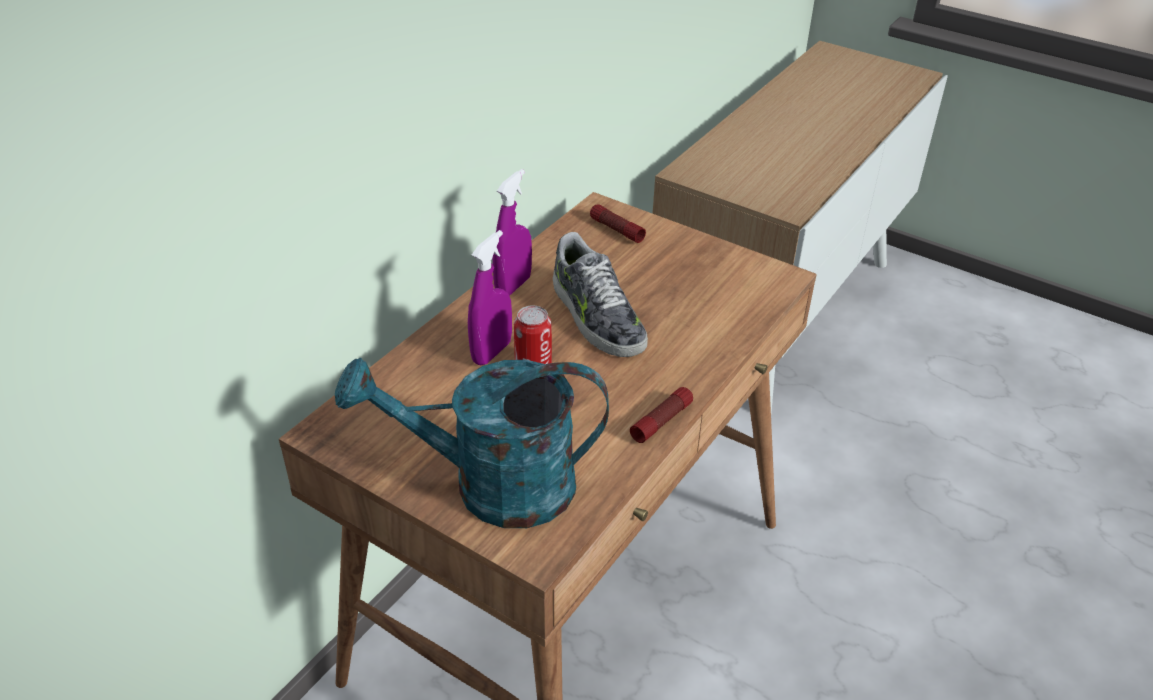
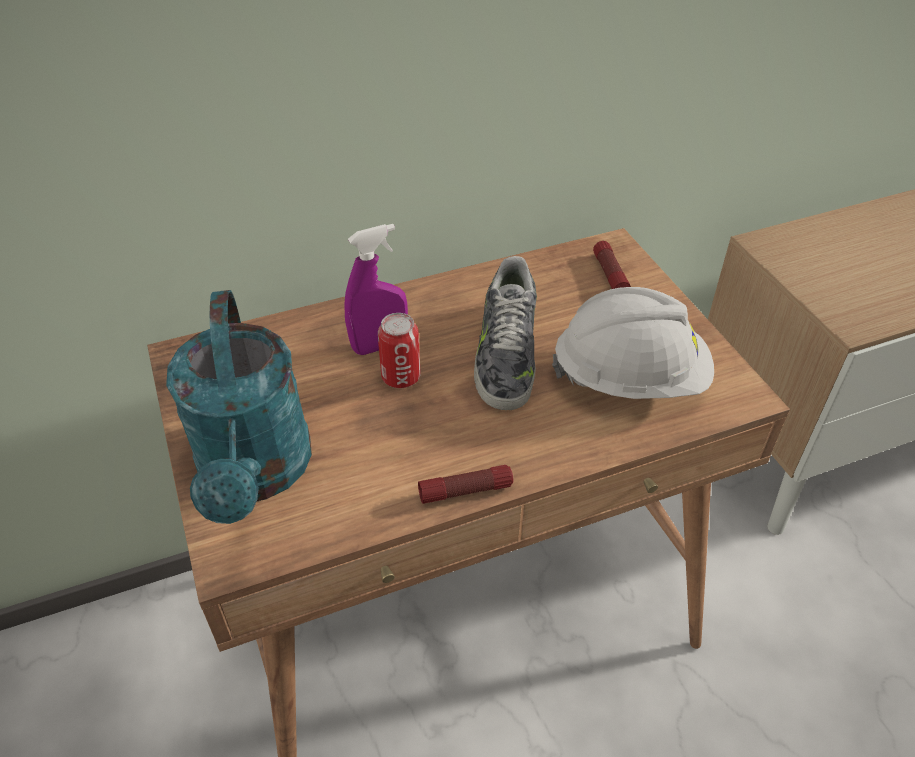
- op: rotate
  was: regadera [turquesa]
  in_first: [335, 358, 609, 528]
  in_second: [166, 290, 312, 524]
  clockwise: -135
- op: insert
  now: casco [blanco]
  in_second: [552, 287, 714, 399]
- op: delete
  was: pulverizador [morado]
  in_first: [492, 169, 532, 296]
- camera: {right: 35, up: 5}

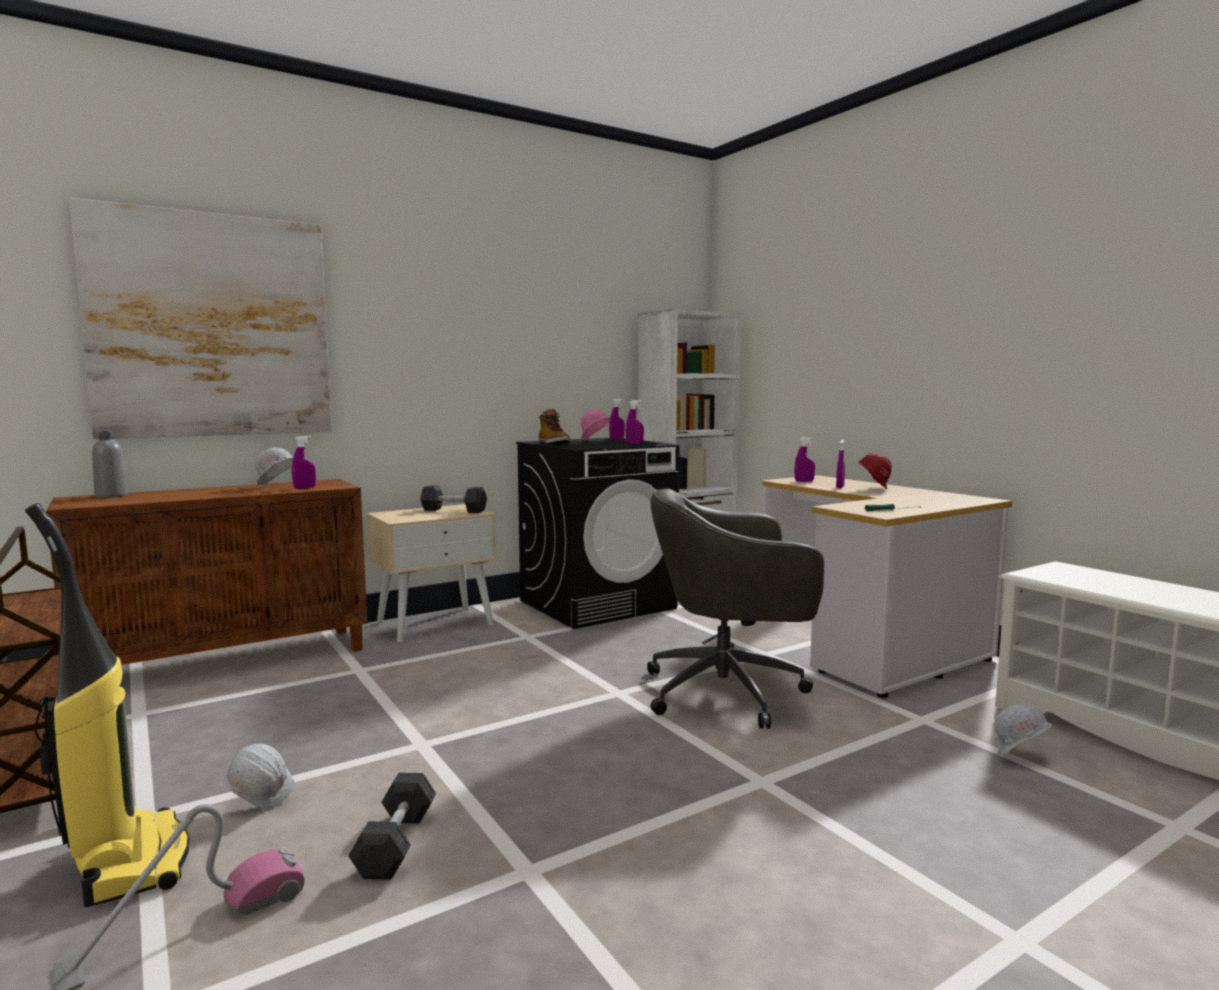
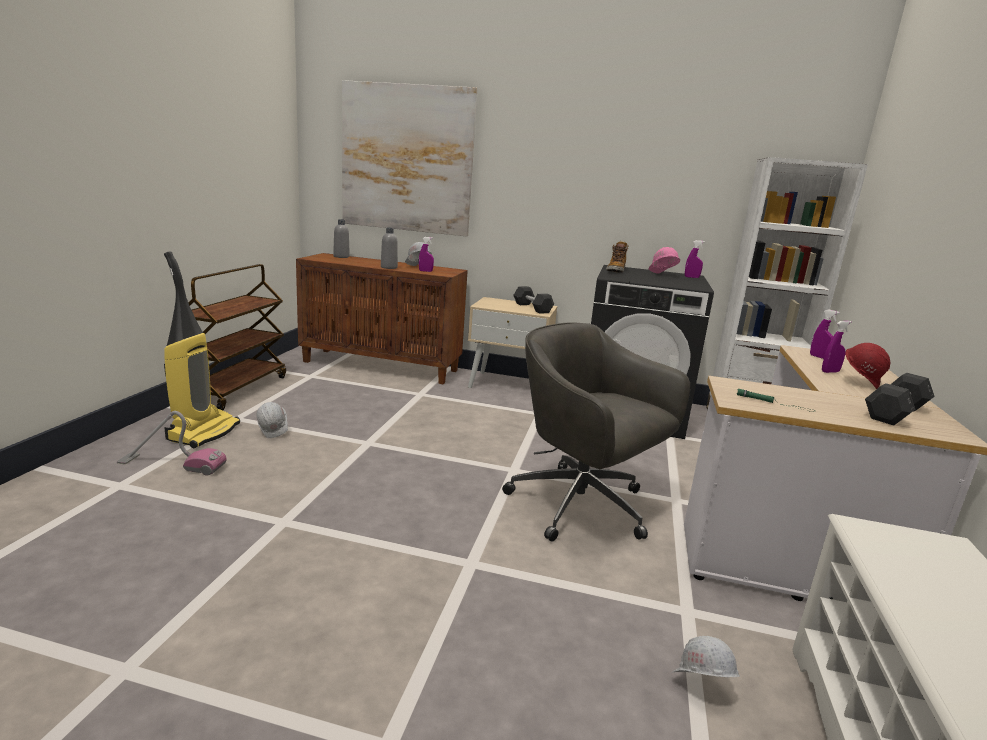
- op: insert
  now: botella [gris]
  in_second: [381, 228, 398, 269]
- op: move
  was: mancuerna [gris]
  in_first: [348, 773, 436, 880]
  in_second: [865, 373, 935, 426]
- op: delete
  was: pulverizador [morado]
  in_first: [626, 400, 644, 444]
- camera: {right: 45, up: 10}

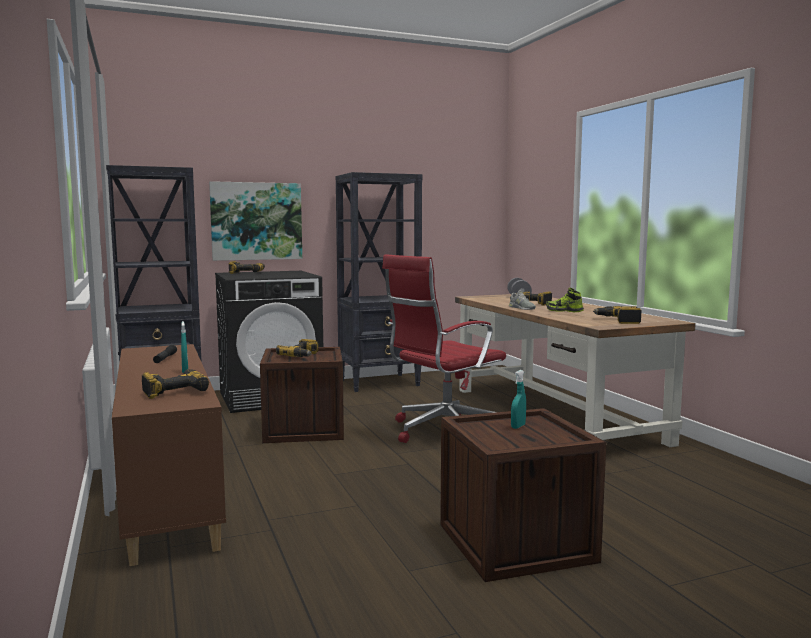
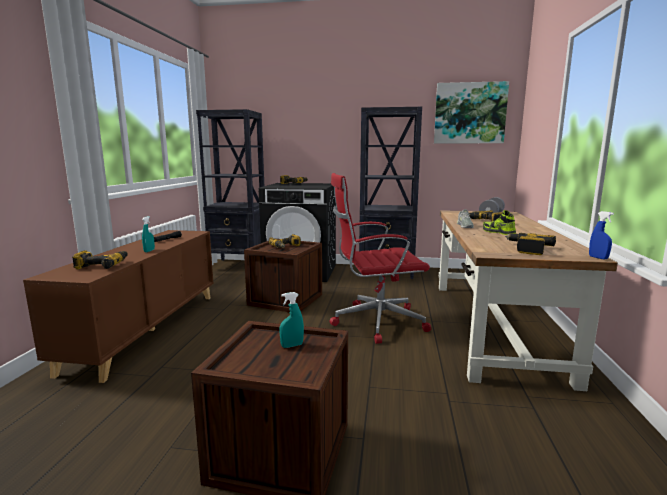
- op: move
  was: cuadro
  in_first: [209, 181, 302, 261]
  in_second: [434, 81, 509, 144]
- op: insert
  now: pulverizador [azul]
  in_second: [589, 211, 614, 259]
- camera: {right: 30, up: 5}

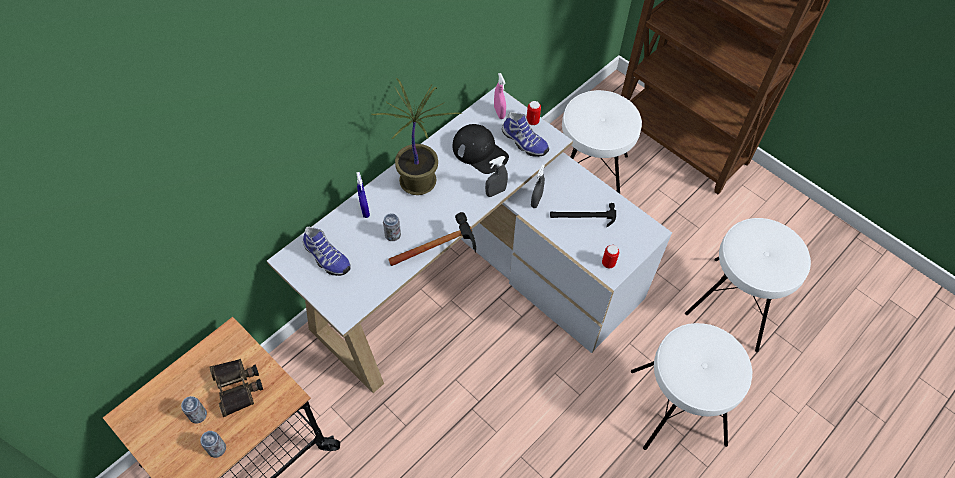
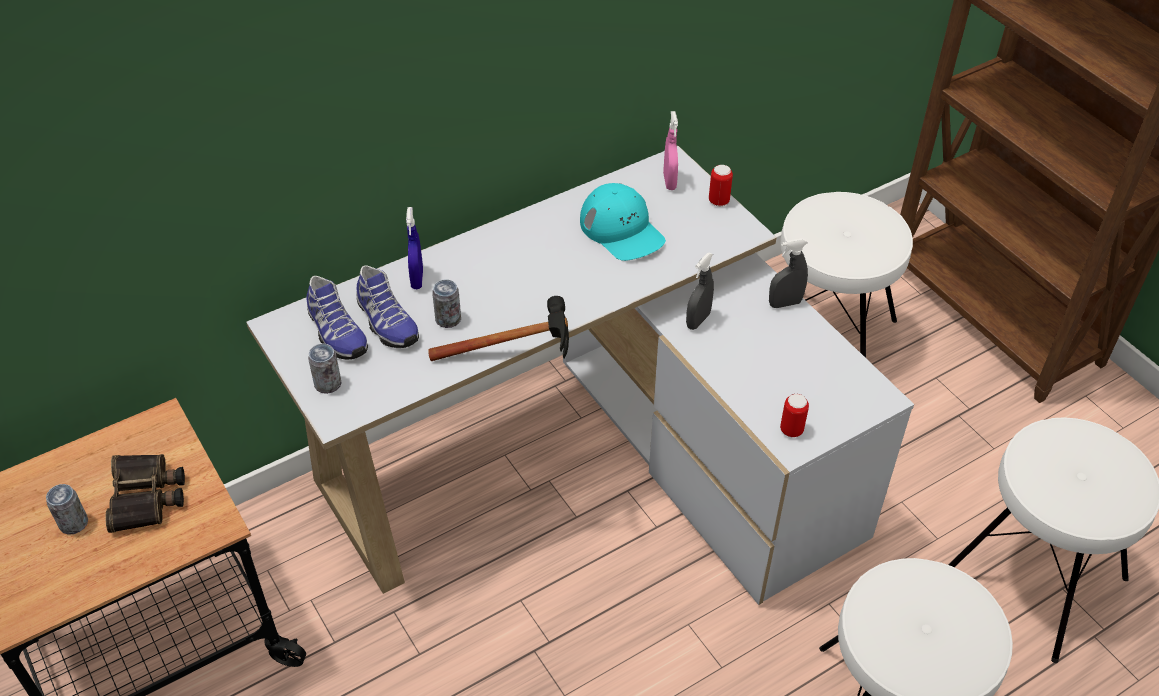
- op: move
  was: lata
  in_first: [200, 431, 226, 458]
  in_second: [308, 344, 342, 394]
- op: move
  was: zapato
  in_first: [502, 112, 549, 157]
  in_second: [356, 265, 419, 348]
- op: recolor
  was: gorra [negro]
  now: gorra [turquesa]
  in_first: [453, 124, 509, 174]
  in_second: [580, 183, 666, 261]
- op: move
  was: pulverizador [gris]
  in_first: [485, 156, 508, 197]
  in_second: [769, 238, 808, 308]
- op: delete
  was: planta en maceta
  in_first: [371, 78, 462, 195]
- op: delete
  was: martillo
  in_first: [550, 203, 616, 227]
- camera: {right: 15, up: -10}

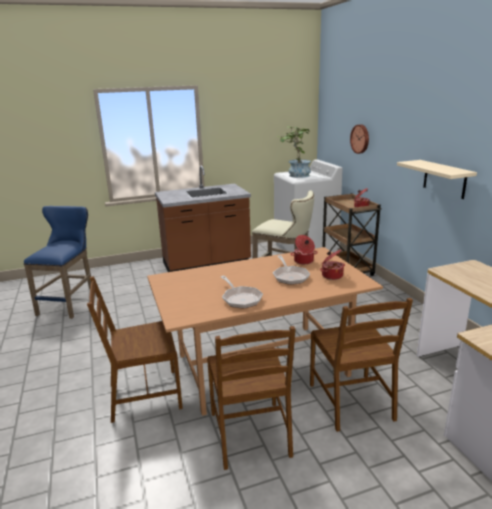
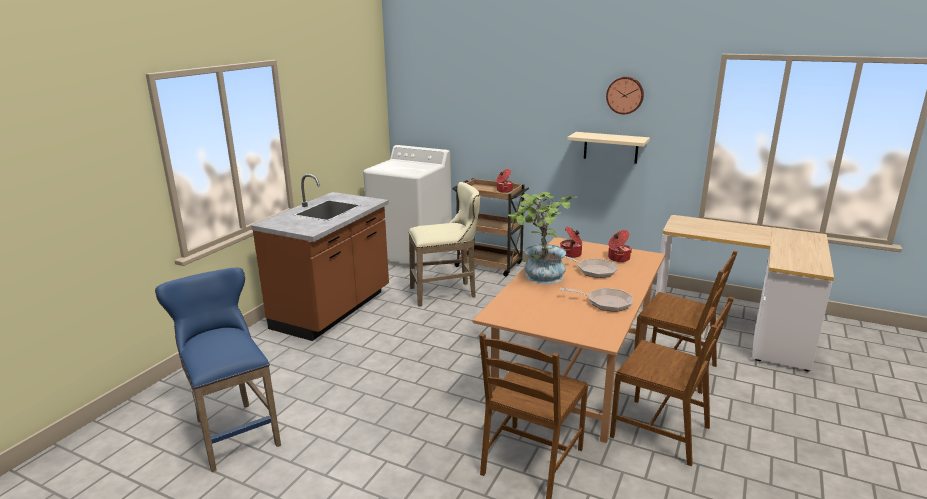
- op: move
  was: planta en maceta
  in_first: [277, 126, 311, 178]
  in_second: [508, 192, 578, 284]
- op: move
  was: reloj de pared
  in_first: [350, 124, 369, 154]
  in_second: [606, 77, 644, 114]
- camera: {right: -45, up: 0}

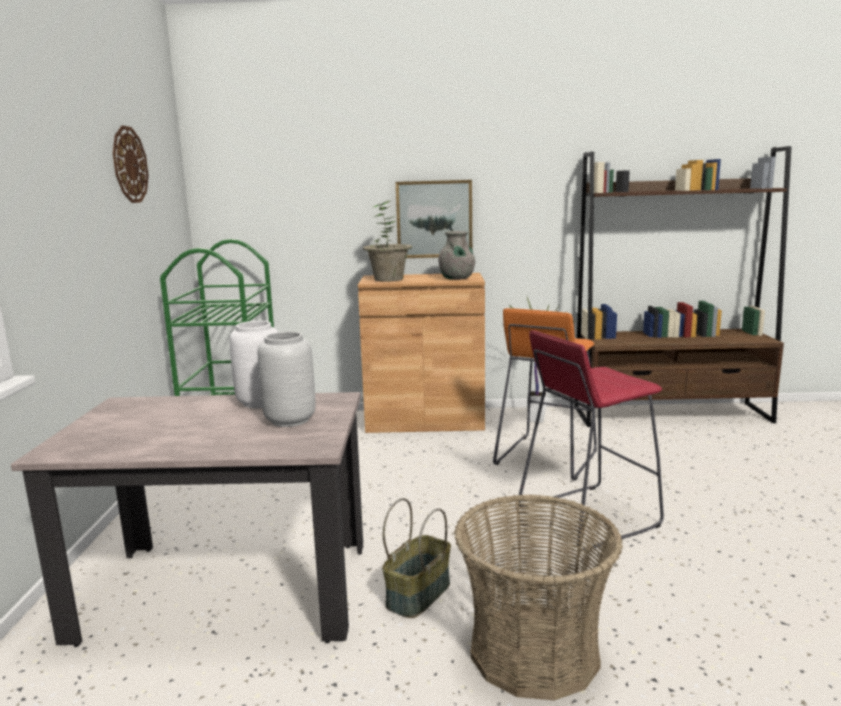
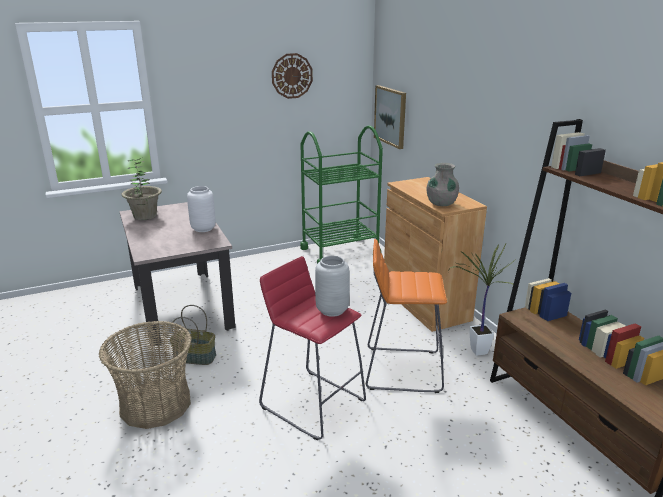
- op: move
  was: planta en maceta
  in_first: [363, 201, 412, 282]
  in_second: [121, 158, 162, 220]
- op: move
  was: florero [gris]
  in_first: [258, 332, 316, 427]
  in_second: [315, 256, 350, 317]
- op: move
  was: cuadro
  in_first: [396, 180, 472, 258]
  in_second: [374, 85, 406, 149]
- camera: {right: 65, up: 10}

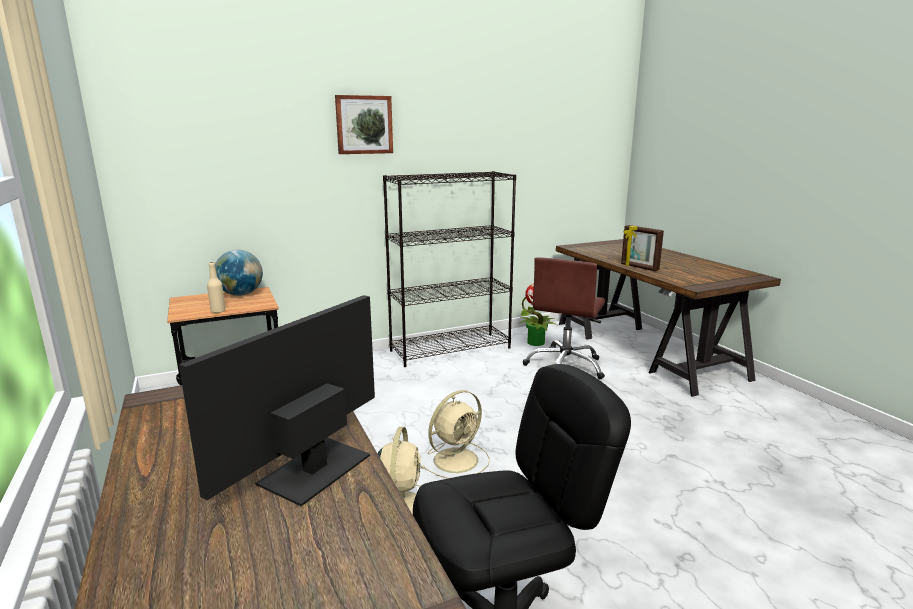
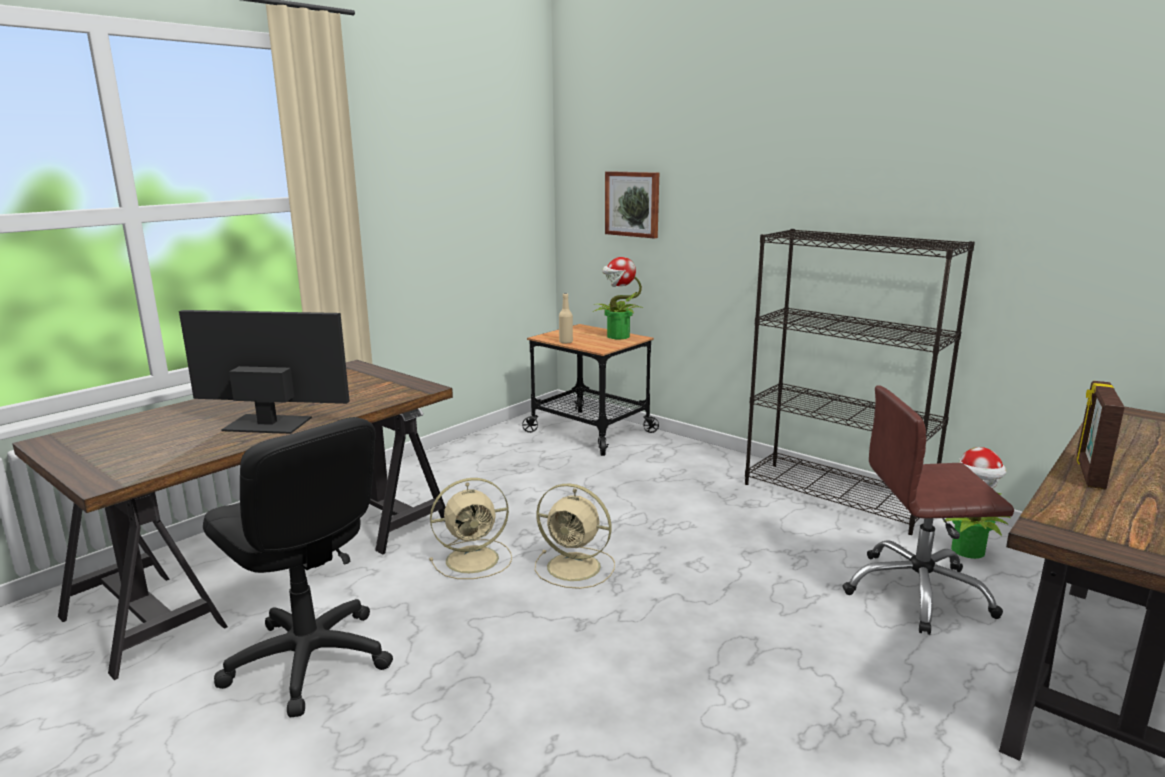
- op: replace
  was: globo terráqueo
  now: planta en maceta
  in_first: [215, 250, 263, 296]
  in_second: [592, 257, 643, 339]
- op: move
  was: cuadro
  in_first: [335, 95, 393, 154]
  in_second: [605, 171, 659, 238]
- camera: {right: 65, up: 0}

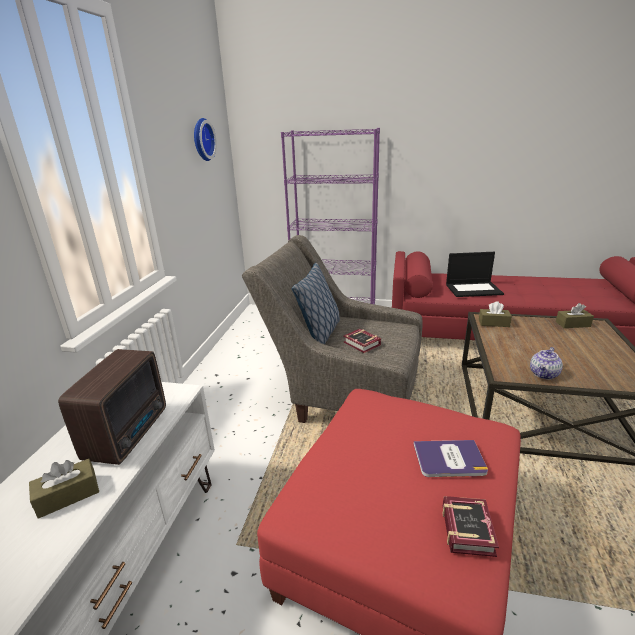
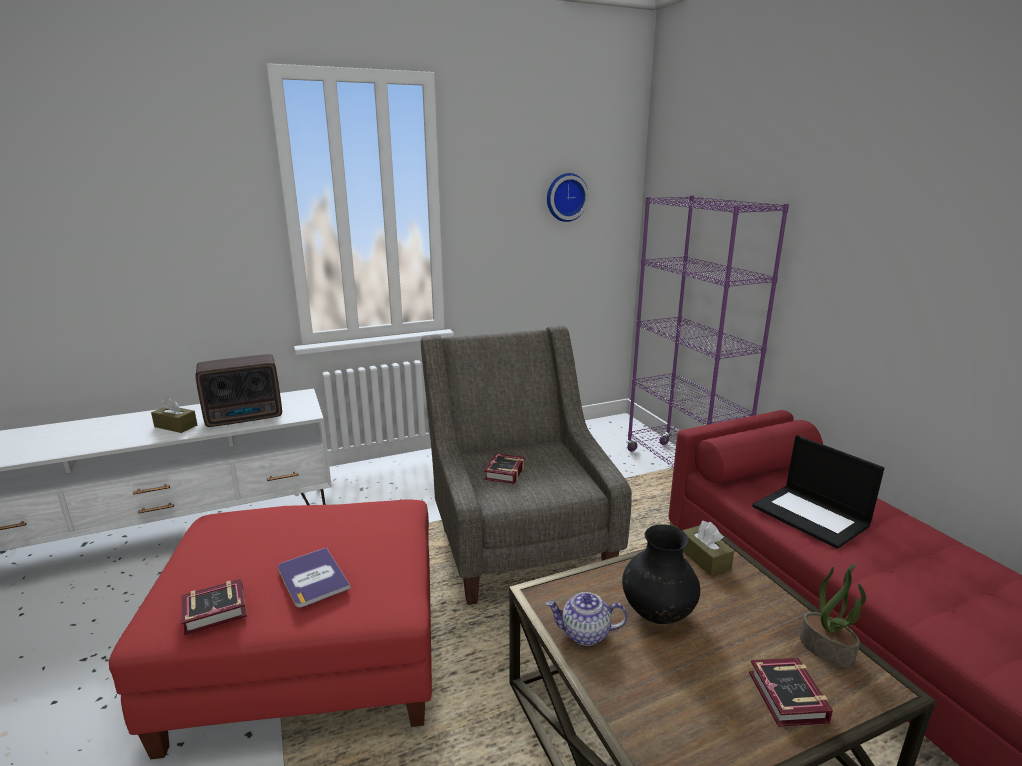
- op: insert
  now: florero [negro]
  in_second: [622, 524, 700, 624]
- op: insert
  now: libro
  in_second: [749, 658, 833, 727]
- op: replace
  was: caja de pañuelos [marrón]
  now: planta en maceta
  in_first: [556, 303, 594, 328]
  in_second: [800, 564, 866, 668]
- op: delete
  was: cojín
  in_first: [292, 263, 340, 344]
- camera: {right: 55, up: -5}

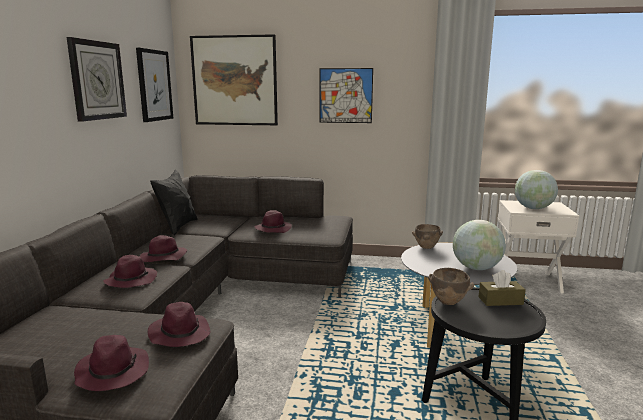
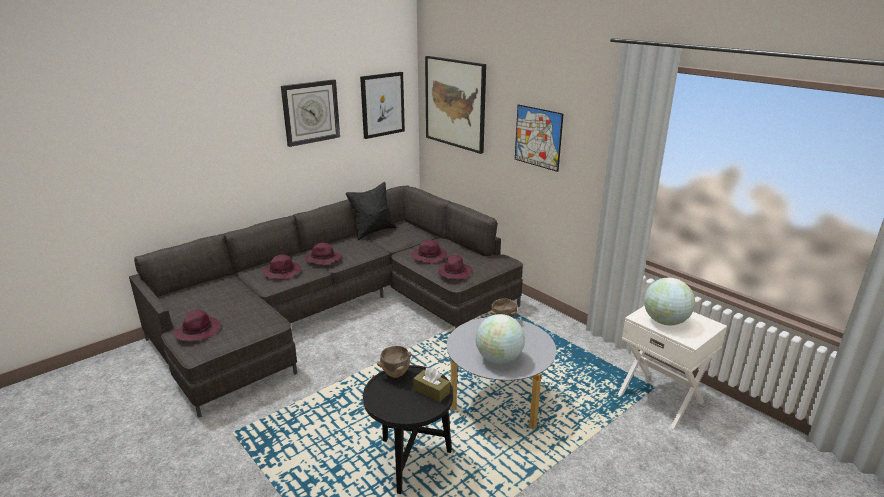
- op: move
  was: sombrero [morado]
  in_first: [147, 302, 211, 347]
  in_second: [438, 255, 471, 279]
- camera: {right: 40, up: 10}

